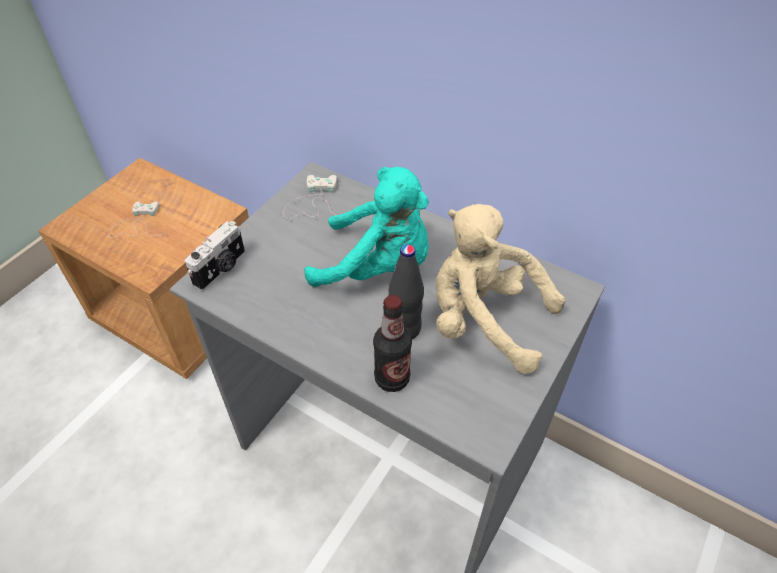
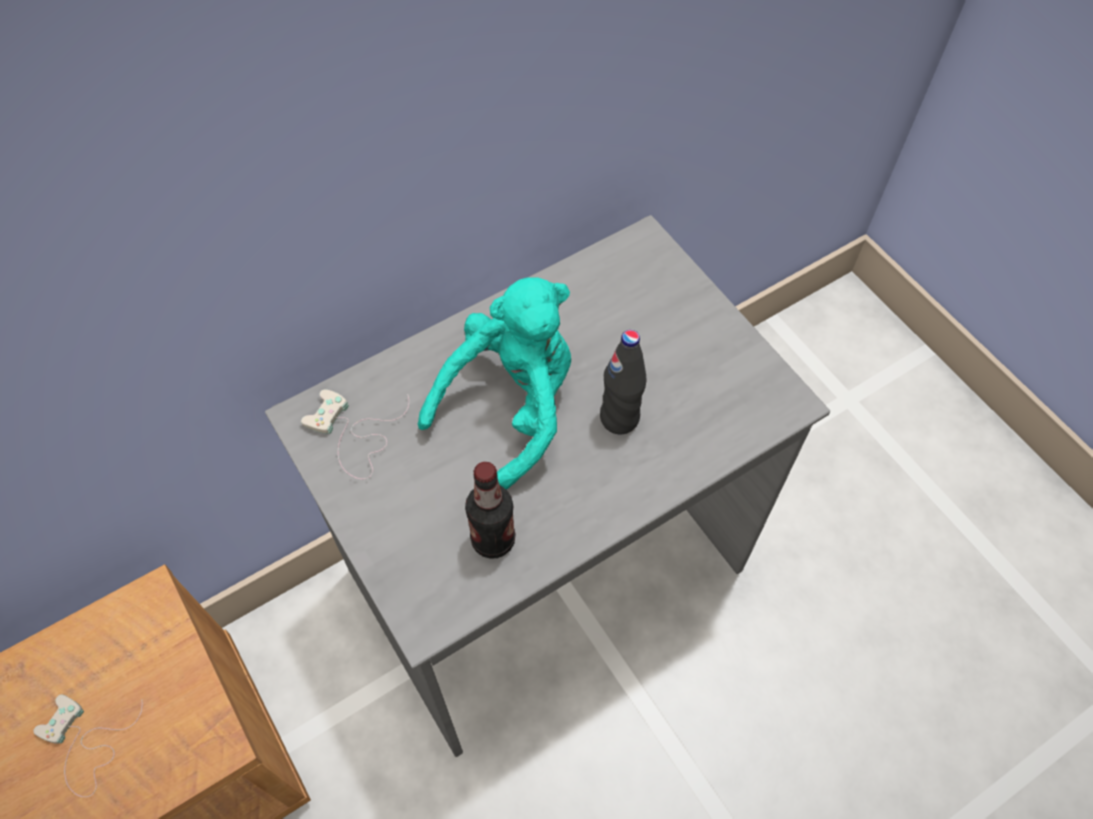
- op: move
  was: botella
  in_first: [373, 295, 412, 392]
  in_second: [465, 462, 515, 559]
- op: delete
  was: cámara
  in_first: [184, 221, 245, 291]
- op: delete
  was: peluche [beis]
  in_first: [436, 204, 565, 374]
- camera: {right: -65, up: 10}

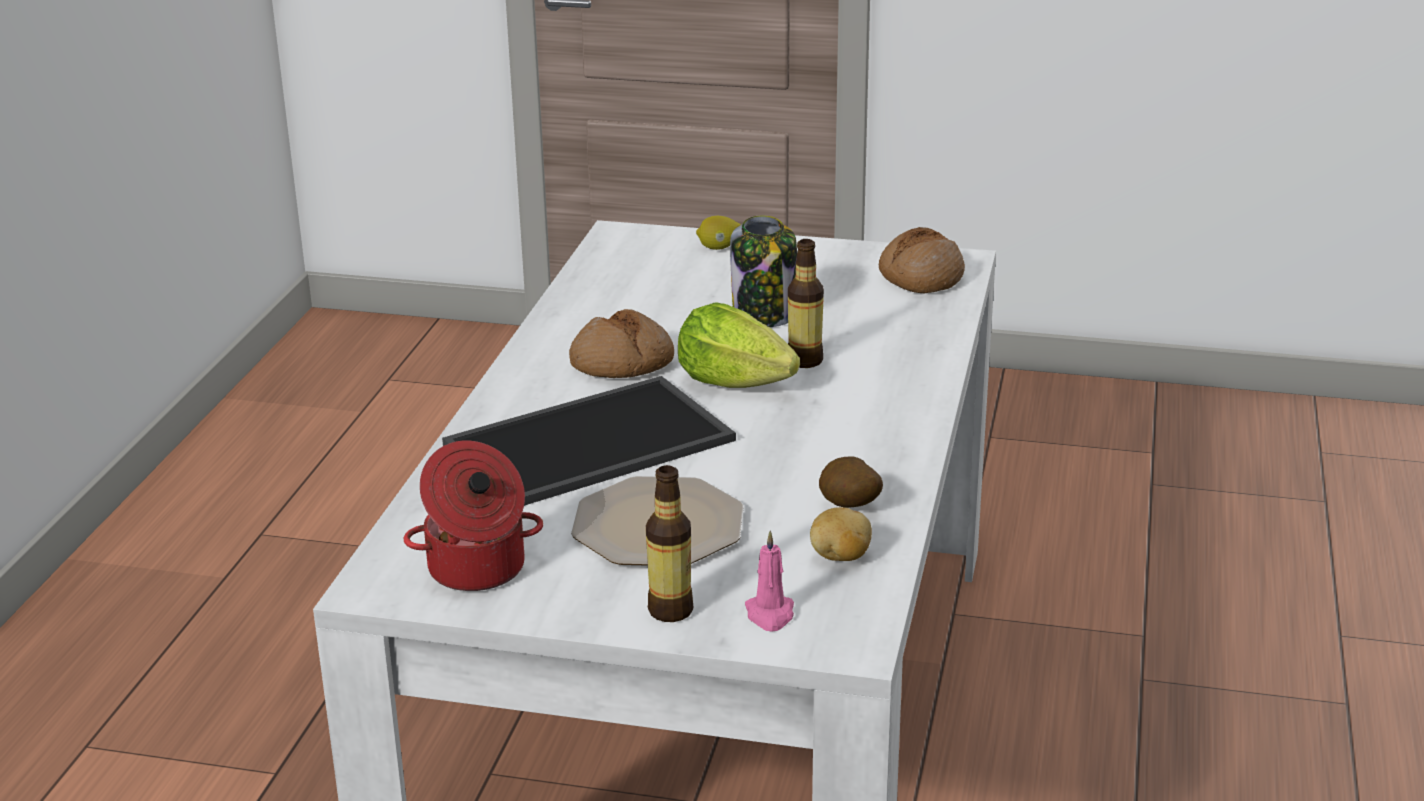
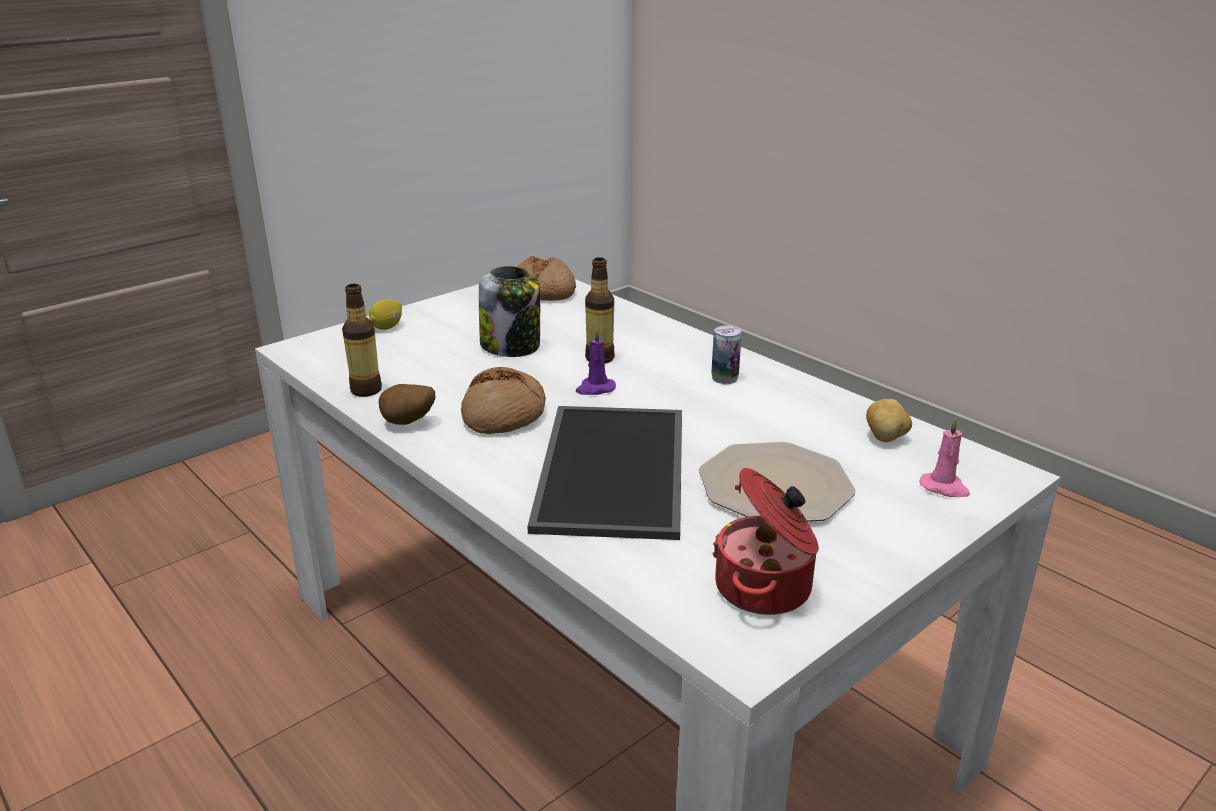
- op: move
  was: botella
  in_first: [646, 465, 693, 622]
  in_second: [342, 284, 382, 397]
- op: move
  was: patata
  in_first: [819, 457, 883, 508]
  in_second: [379, 384, 435, 425]
- op: replace
  was: lechuga
  now: vela [morado]
  in_first: [678, 302, 800, 388]
  in_second: [576, 328, 616, 395]
- op: insert
  now: lata
  in_second: [711, 325, 742, 384]
- camera: {right: -55, up: 0}

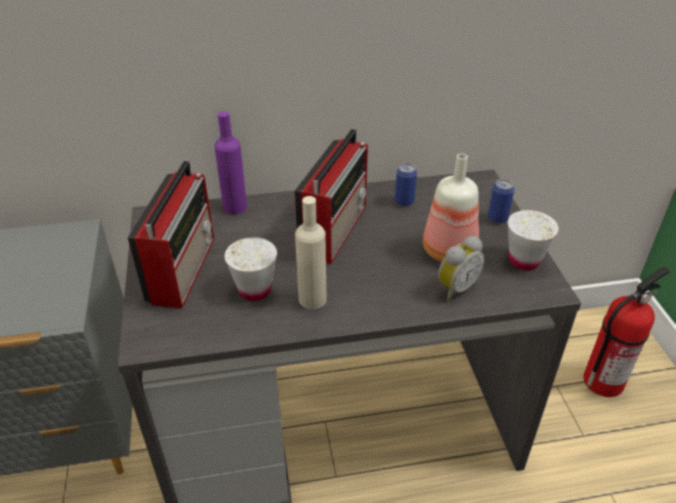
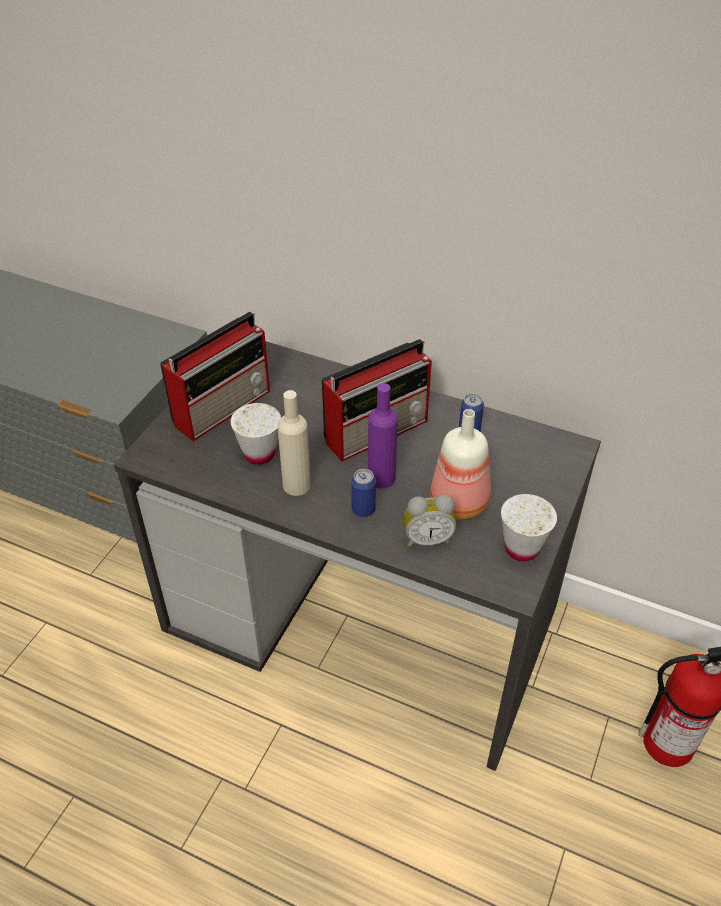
- op: move
  was: lata
  in_first: [488, 179, 514, 224]
  in_second: [351, 469, 376, 517]
- op: move
  was: botella [morado]
  in_first: [214, 111, 247, 214]
  in_second: [368, 383, 398, 489]
- camera: {right: 35, up: 5}

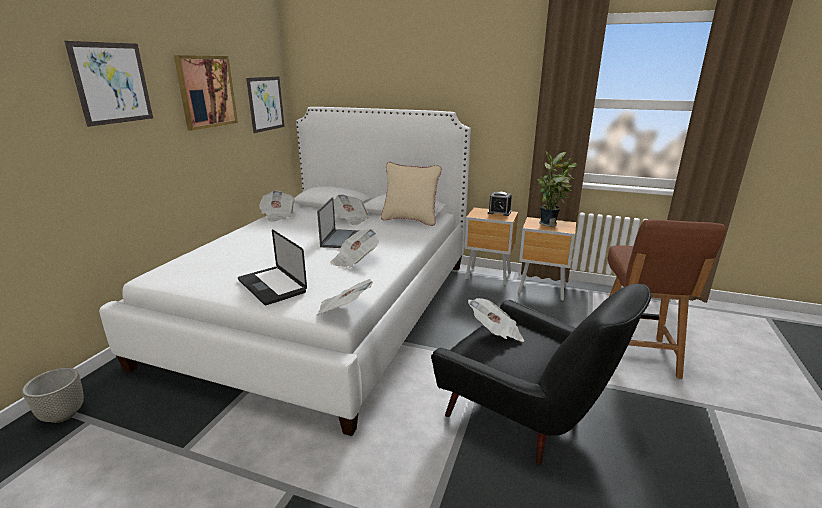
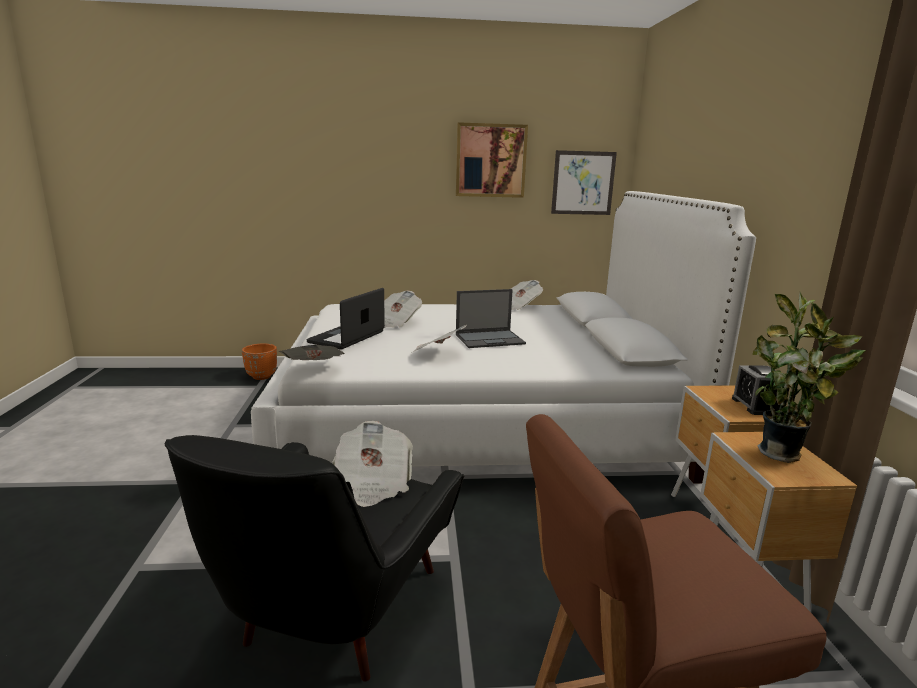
- op: recolor
  was: maceta [gris]
  now: maceta [naranja]
  in_first: [22, 368, 84, 423]
  in_second: [242, 343, 277, 380]
- op: move
  was: periódico
  in_first: [333, 194, 369, 225]
  in_second: [384, 291, 422, 328]
- op: delete
  was: cuadro
  in_first: [64, 41, 153, 127]
- op: delete
  was: cojín [beis]
  in_first: [381, 162, 442, 226]
- camera: {right: 65, up: -5}

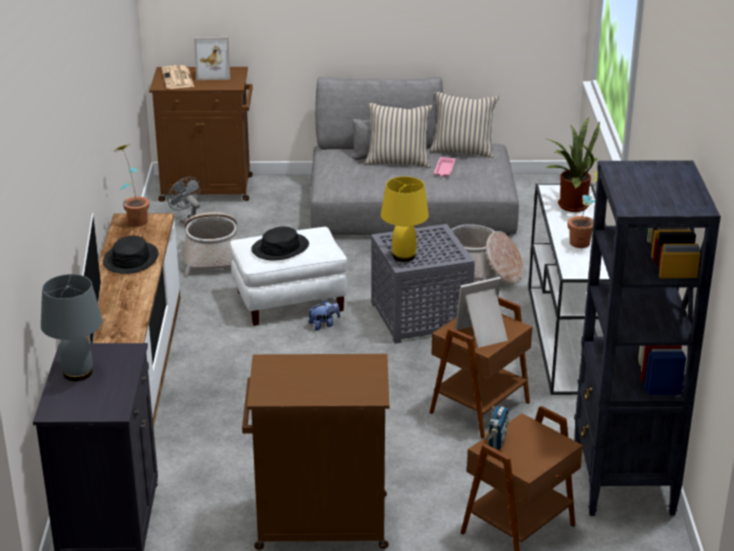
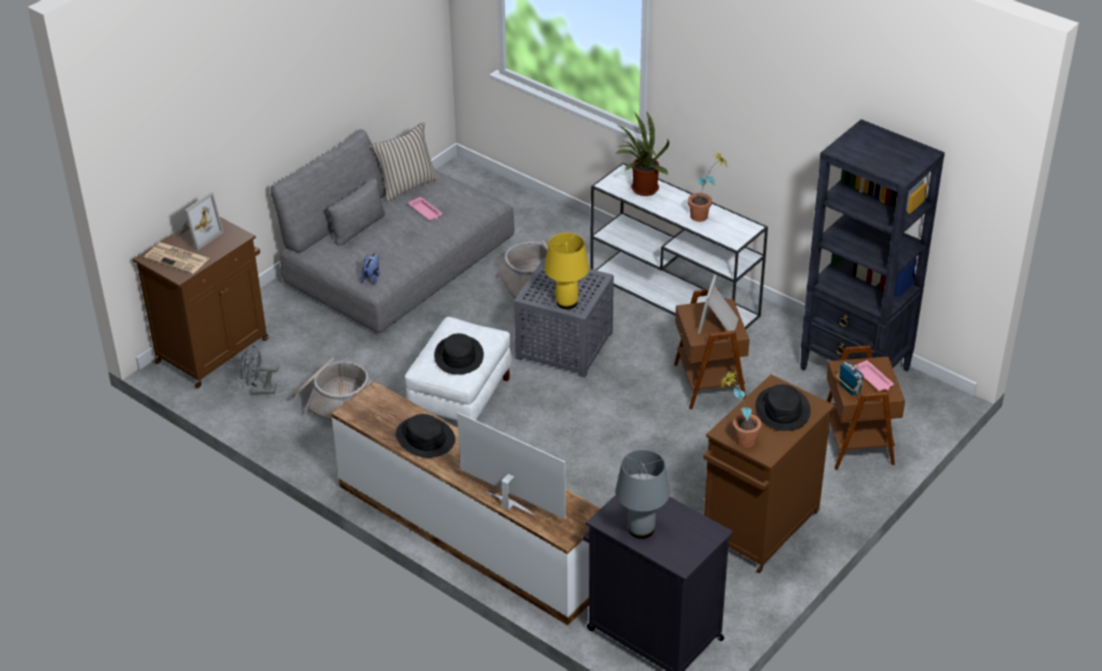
- op: move
  was: peluche
  in_first: [308, 300, 340, 331]
  in_second: [360, 253, 380, 285]
- op: move
  was: planta en maceta
  in_first: [111, 145, 149, 227]
  in_second: [719, 370, 761, 448]
- op: insert
  now: sombrero [negro]
  in_second: [756, 384, 811, 431]
- op: insert
  now: bandeja [rosa]
  in_second: [854, 360, 894, 391]
- op: delete
  was: cojín [beis]
  in_first: [365, 103, 433, 168]
- camera: {right: -50, up: 10}

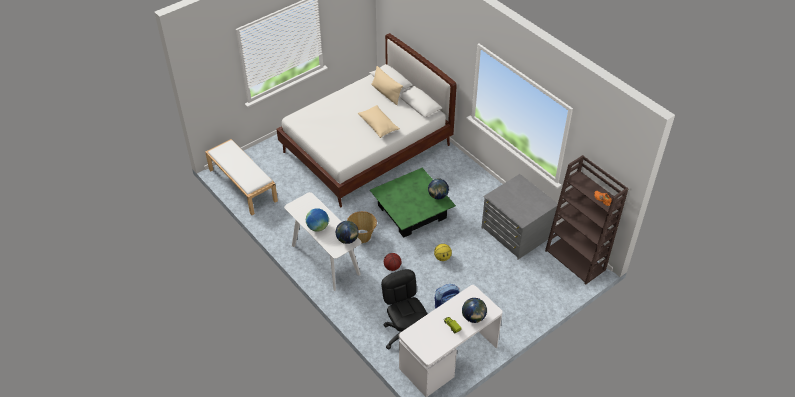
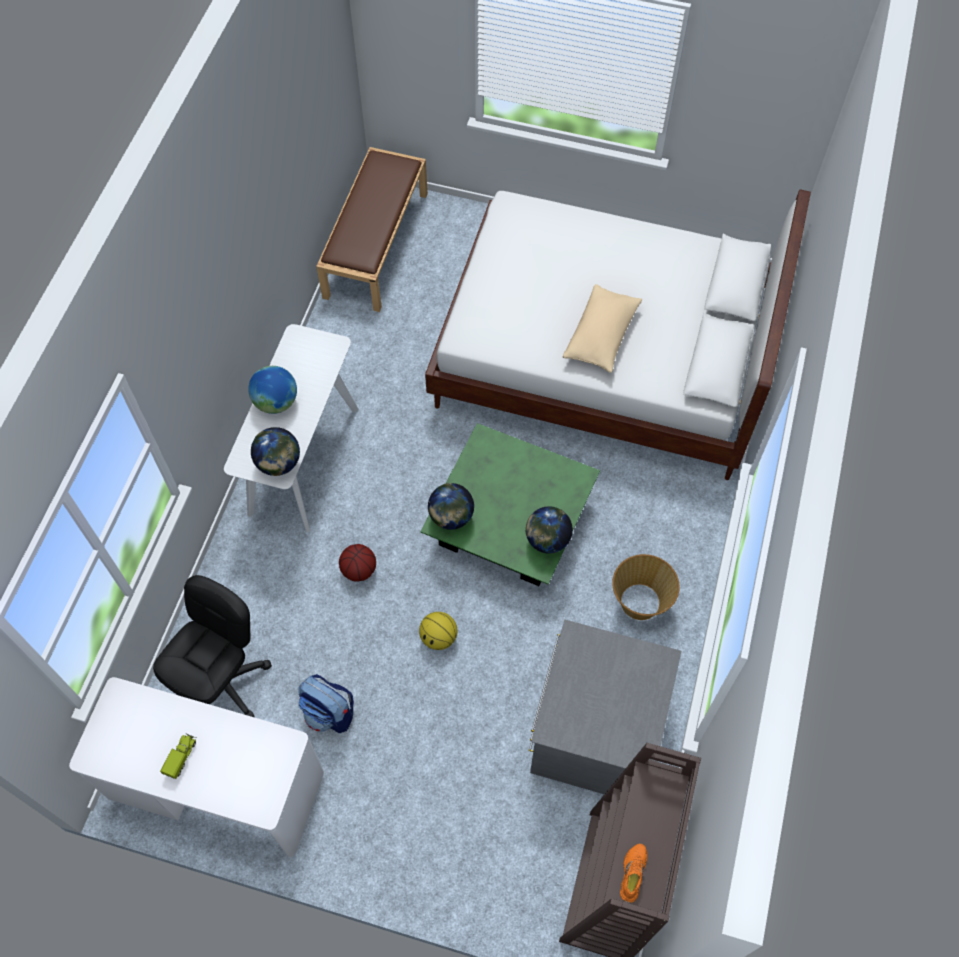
- op: recolor
  was: banco [blanco]
  now: banco [marrón]
  in_first: [205, 139, 278, 215]
  in_second: [316, 147, 428, 312]
- op: move
  was: globo terráqueo
  in_first: [462, 298, 487, 323]
  in_second: [428, 483, 474, 530]
- op: move
  was: cesta
  in_first: [347, 211, 377, 243]
  in_second: [612, 554, 680, 620]
- op: delete
  was: cojín [beis]
  in_first: [371, 66, 403, 105]
- camera: {right: 55, up: 15}

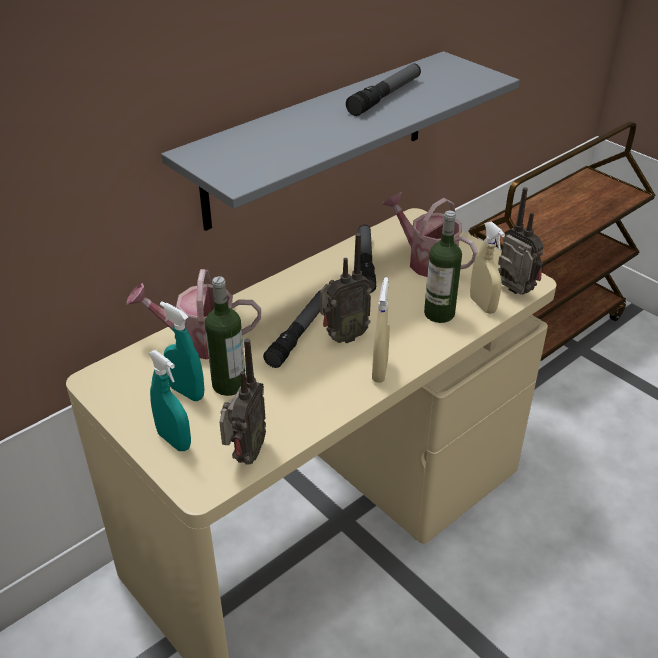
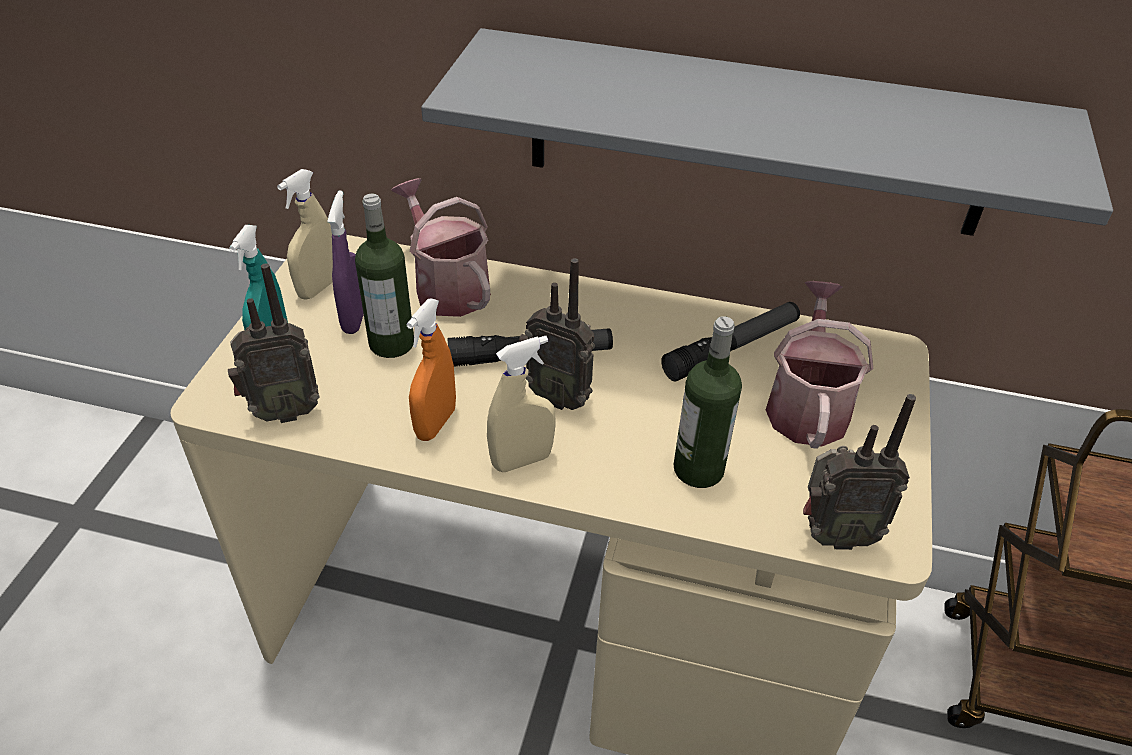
- op: move
  was: pulverizador [beis]
  in_first: [470, 221, 505, 314]
  in_second: [277, 169, 333, 300]
- op: recolor
  was: pulverizador [turquesa]
  now: pulverizador [morado]
  in_first: [160, 301, 204, 401]
  in_second: [327, 191, 364, 334]
- op: insert
  now: pulverizador [naranja]
  in_second: [407, 298, 456, 441]
- op: rotate
  was: radio
  in_first: [498, 187, 545, 295]
  in_second: [803, 394, 916, 550]
  clockwise: 75
- op: delete
  was: linterna
  in_first: [346, 63, 421, 116]
- camera: {right: 55, up: 5}

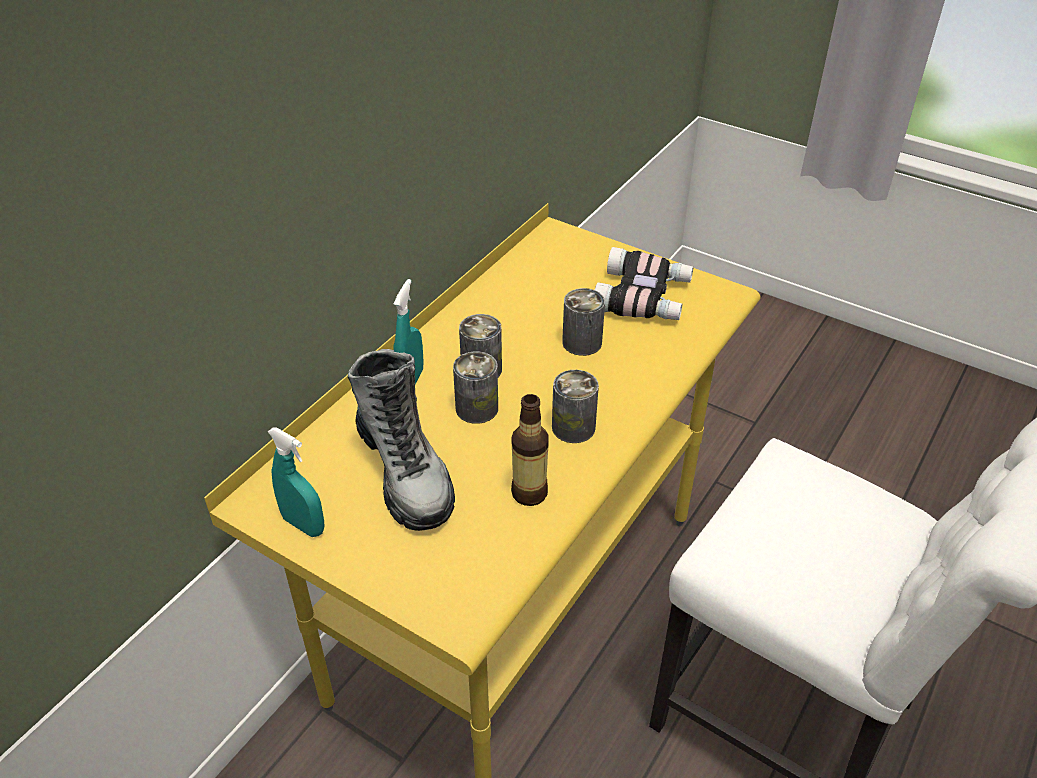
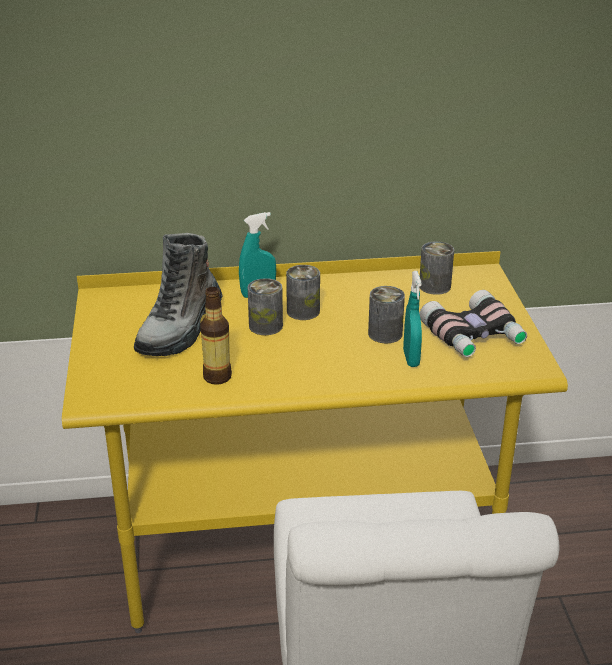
- op: move
  was: pulverizador [turquesa]
  in_first: [268, 427, 324, 537]
  in_second: [403, 271, 422, 367]
- op: move
  was: lata
  in_first: [552, 370, 599, 443]
  in_second: [420, 241, 454, 295]
- camera: {right: 50, up: -10}

